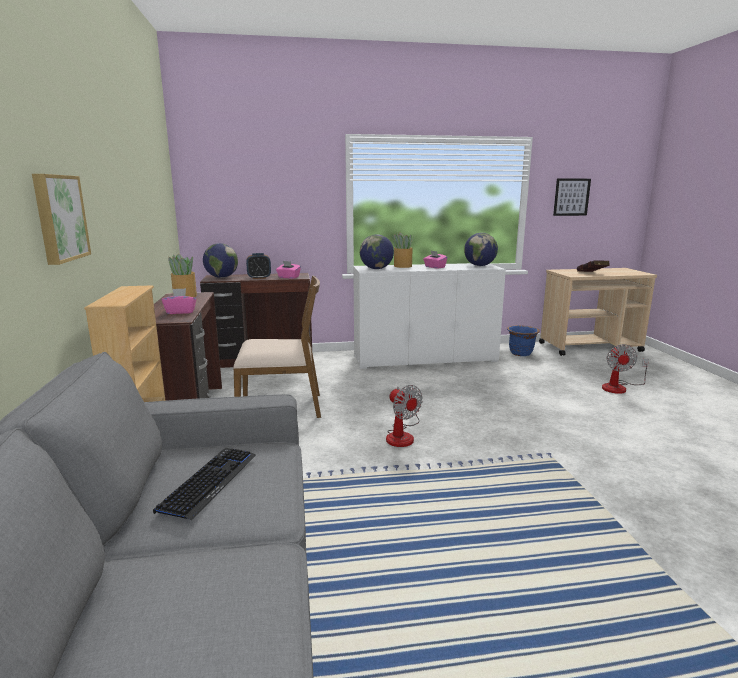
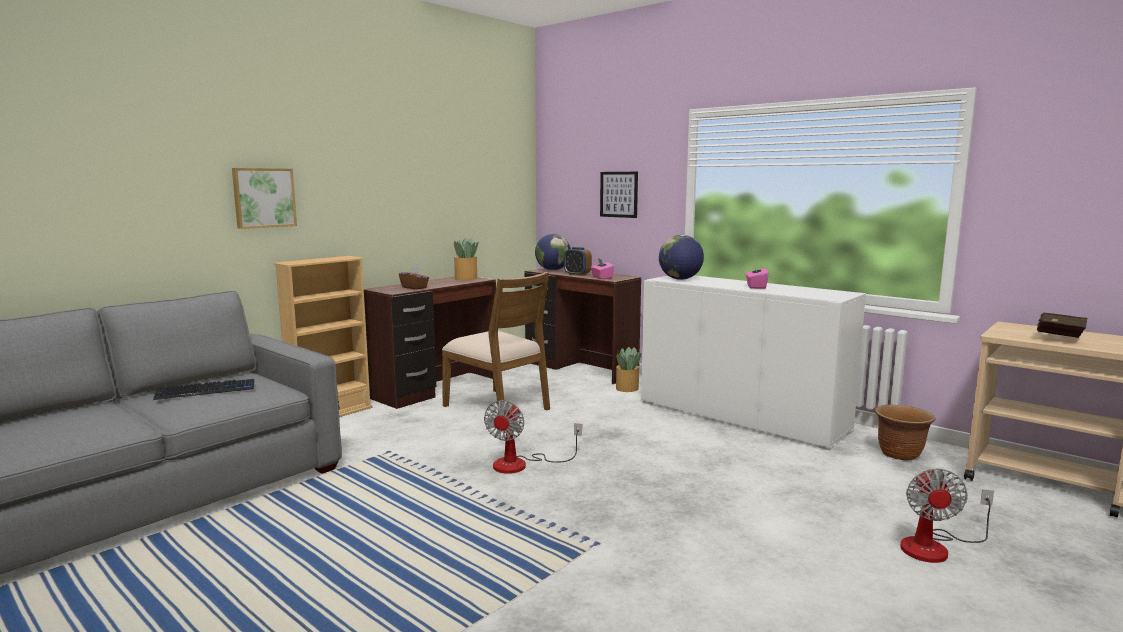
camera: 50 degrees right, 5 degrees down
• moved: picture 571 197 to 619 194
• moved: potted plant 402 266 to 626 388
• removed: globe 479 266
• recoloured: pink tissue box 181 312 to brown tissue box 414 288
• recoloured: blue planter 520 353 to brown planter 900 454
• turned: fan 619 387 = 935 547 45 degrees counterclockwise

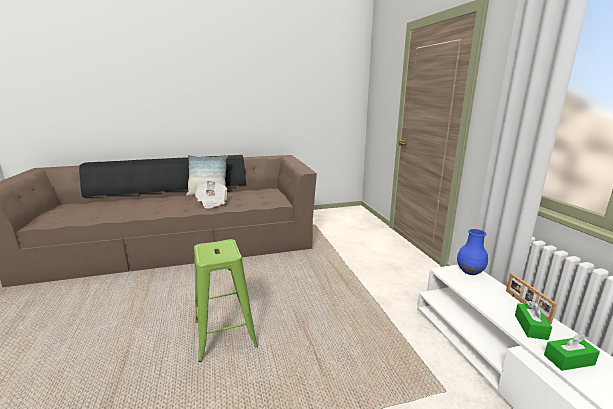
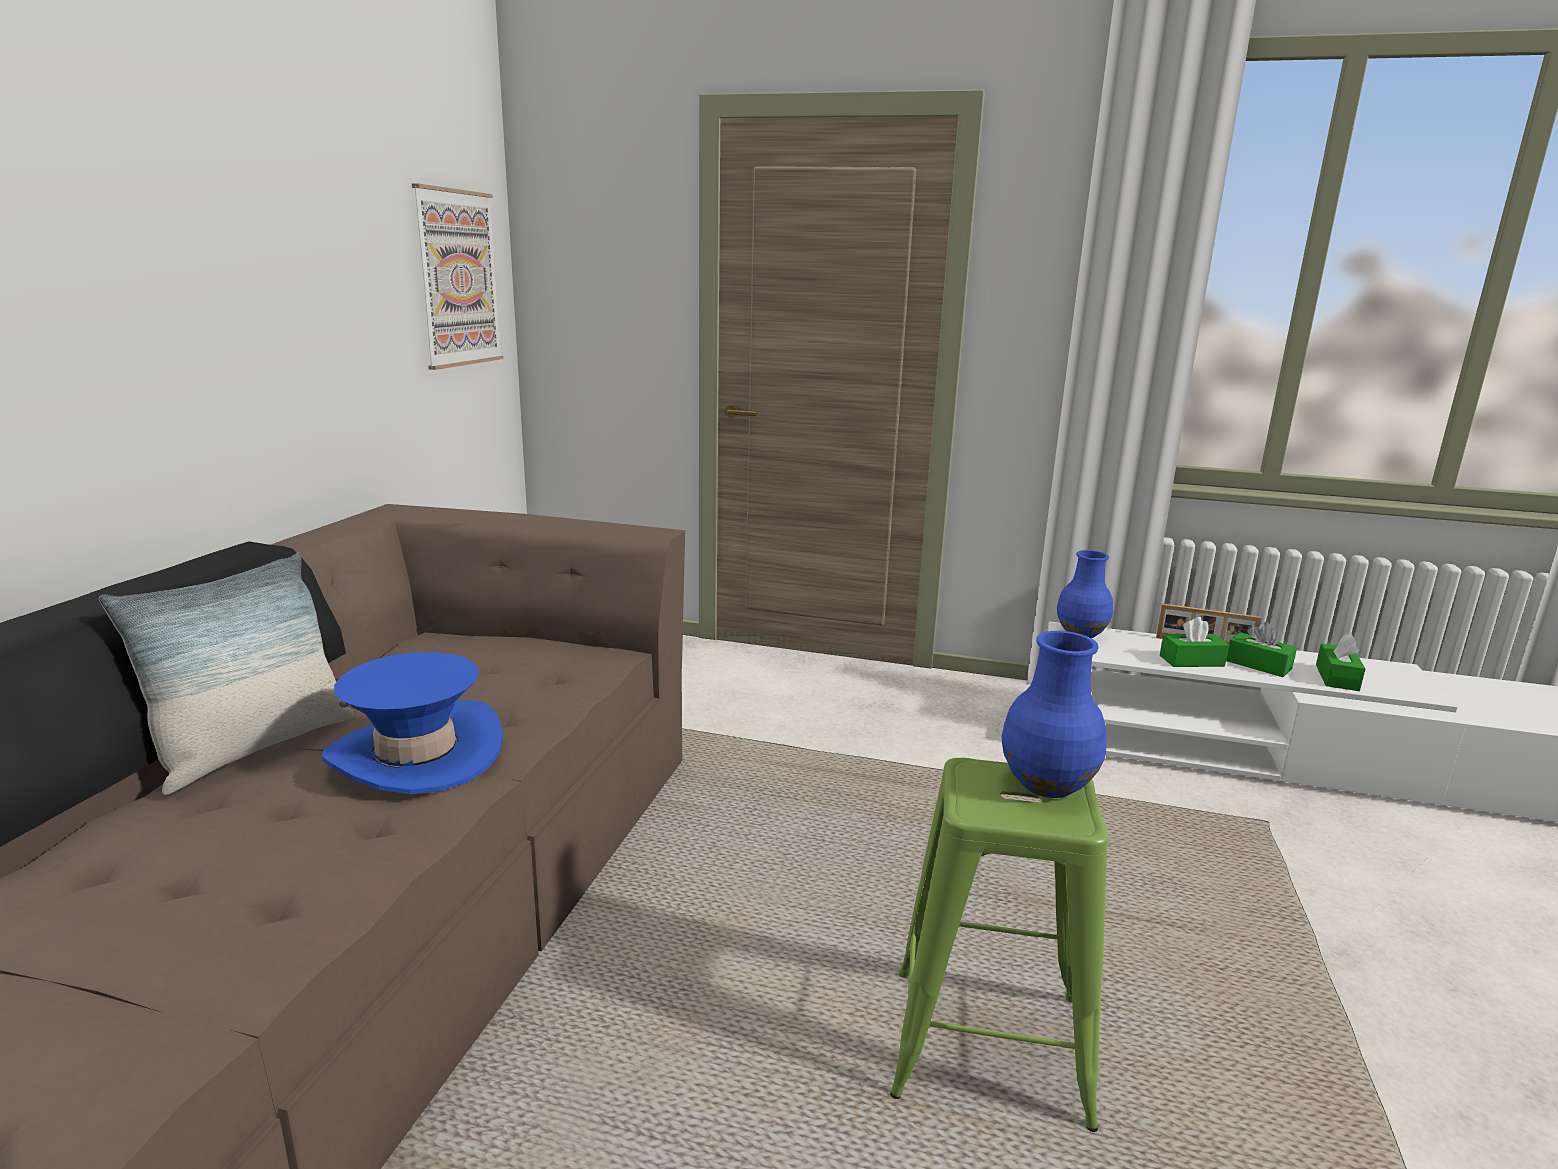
camera: 60 degrees left, 0 degrees up
• replaced: newspaper 212 203 to blue hat 416 754
• added: picture 458 278
• added: green tissue box 1191 661
• added: blue vase 1048 784

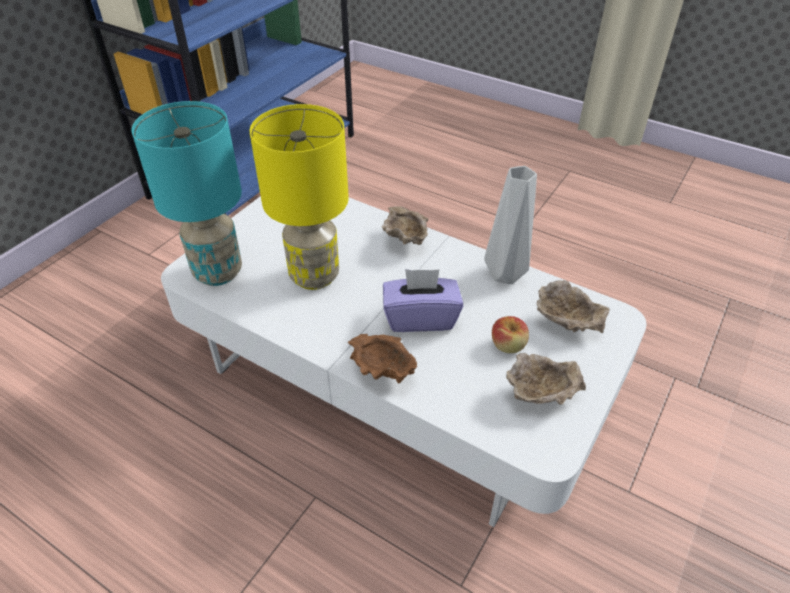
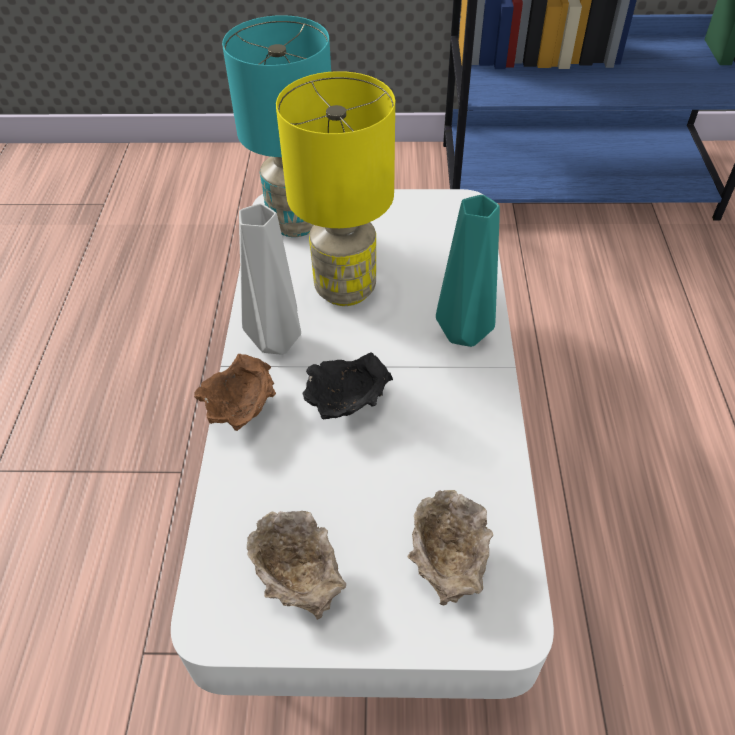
camera: 60 degrees right, 5 degrees up
• moved: grey vase 507 276 to 276 344
• replaced: beige bowl 405 241 to turquoise vase 466 332
• replaced: purple tissue box 420 317 to black bowl 348 405
• removed: apple 508 345

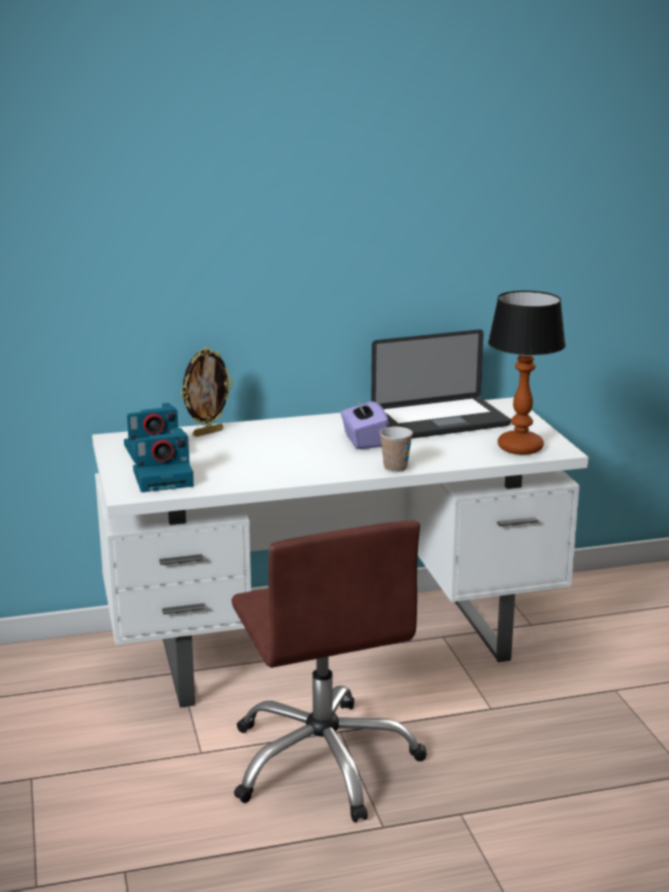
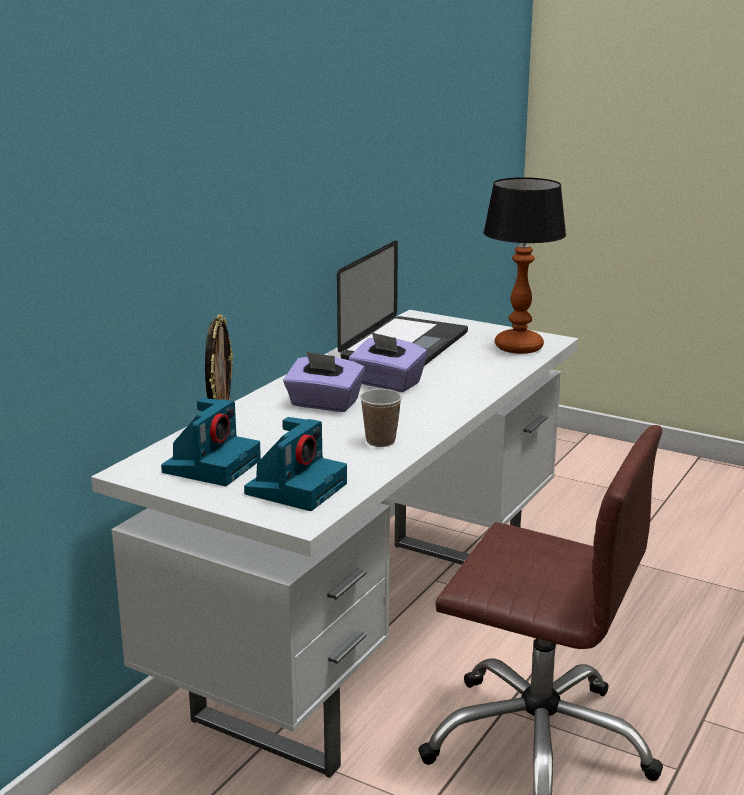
camera: 45 degrees left, 0 degrees up
• moved: cup 395 468 to 380 441
• added: purple tissue box 324 404

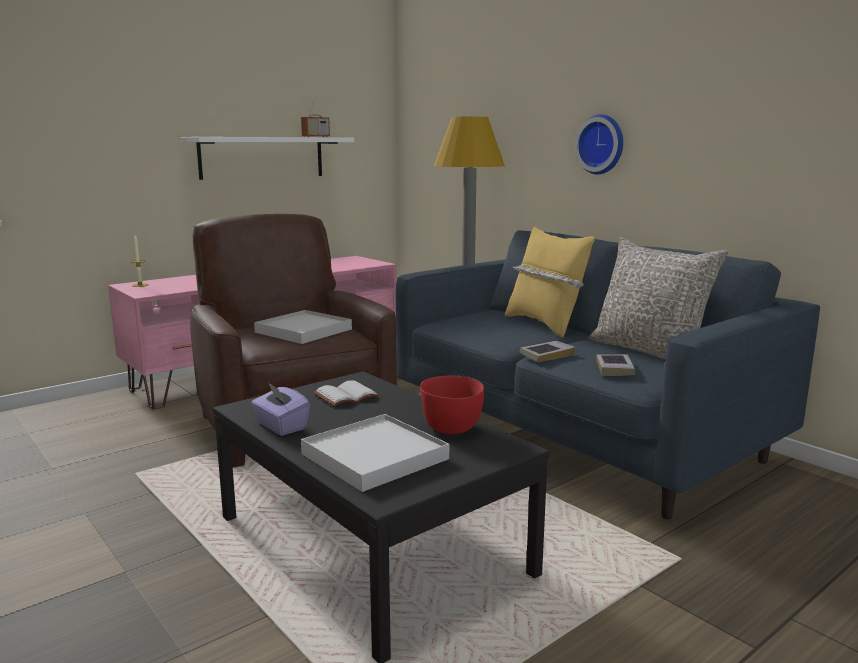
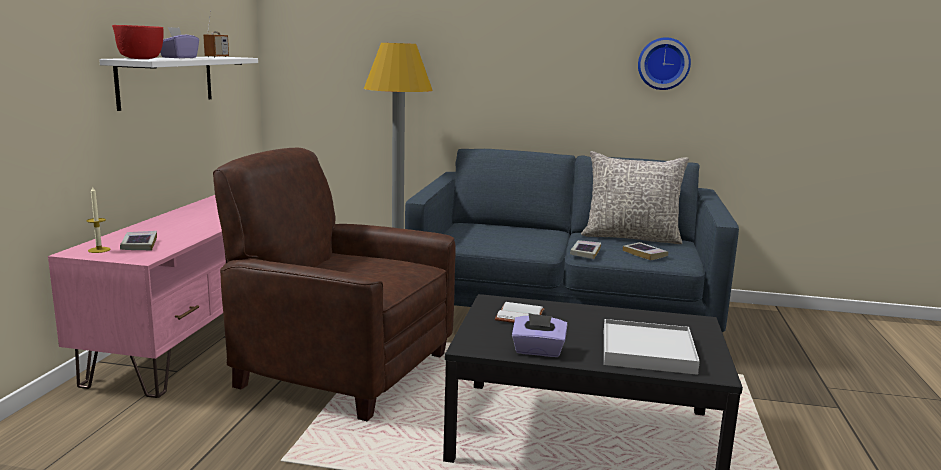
camera: 40 degrees left, 0 degrees up
• moved: wall clock 602 144 to 663 63
• removed: yellow pillow 545 324
• removed: white tray 303 331
• moved: red bowl 451 428 to 141 59
• added: purple tissue box 178 57
• added: book 139 245

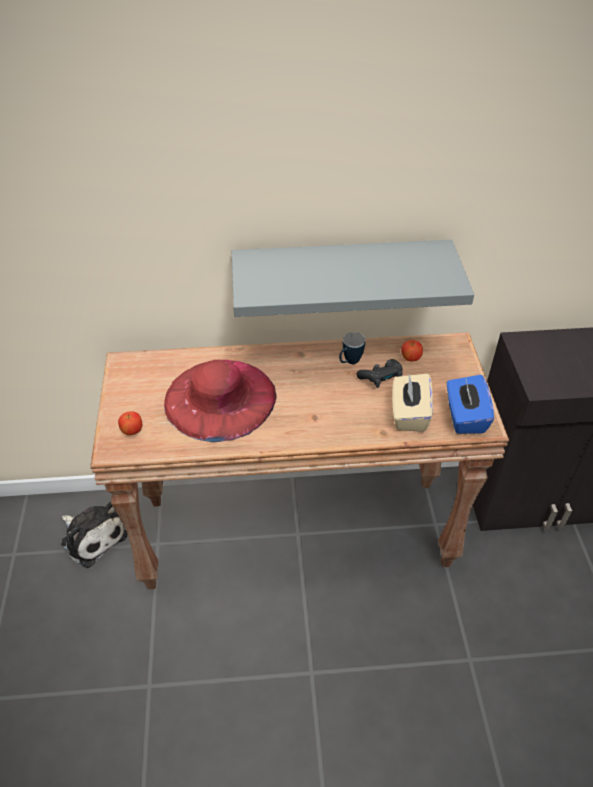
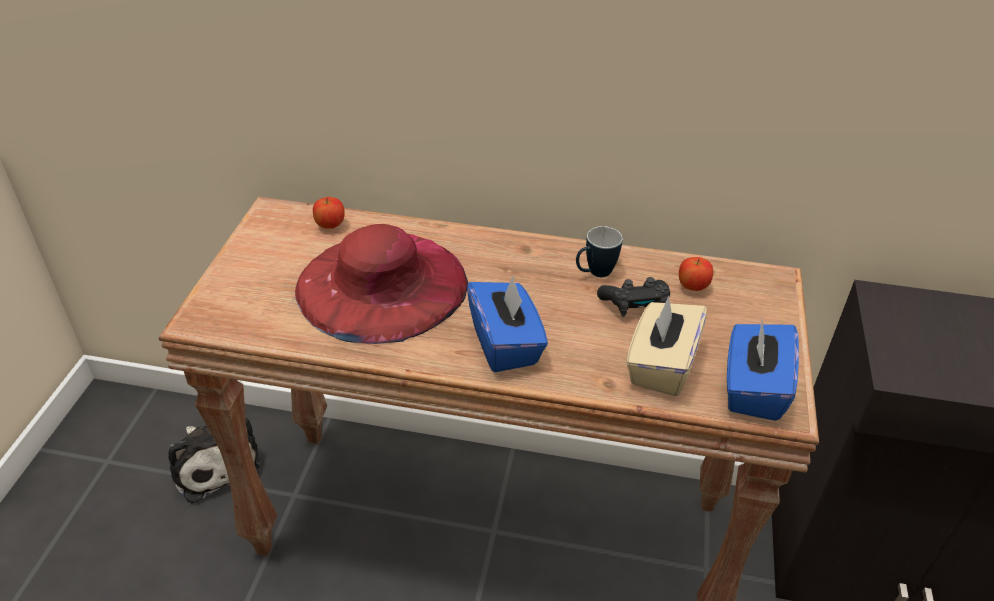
camera: 15 degrees right, 5 degrees down
• removed: grey shelf 341 273
• moved: apple 132 431 to 330 226
• added: blue tissue box 505 344

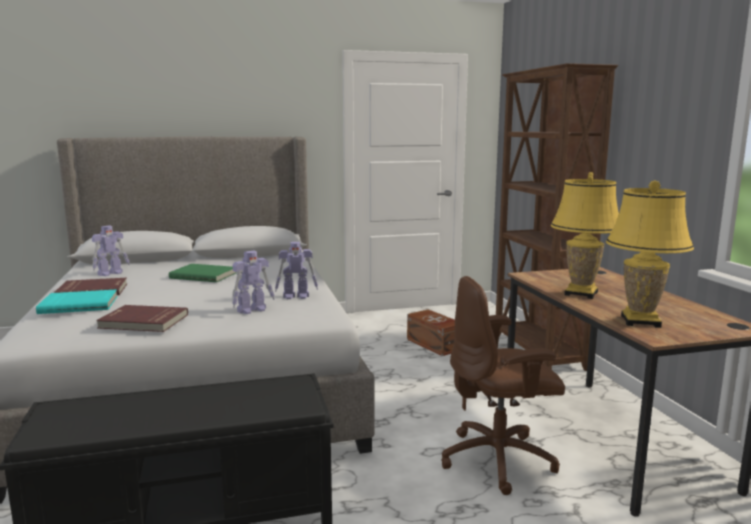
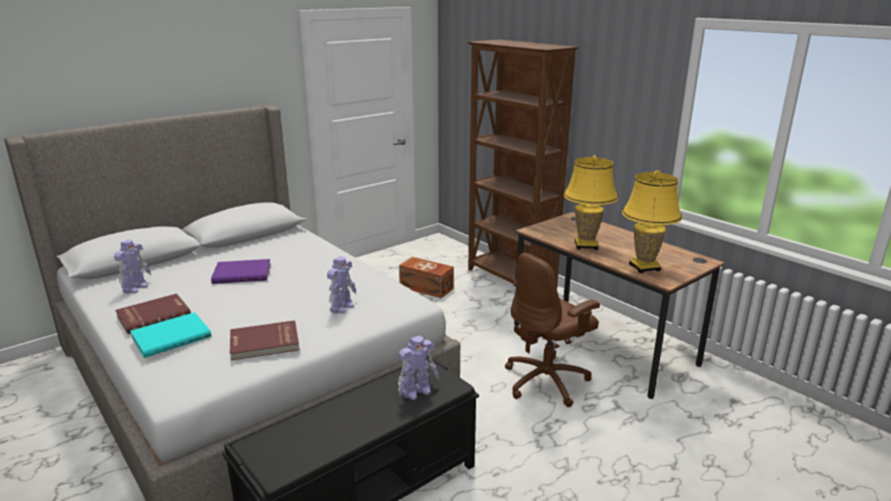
camera: 25 degrees left, 10 degrees up
• moved: toy robot 296 296 to 417 391
• recoloured: green book 204 275 to purple book 242 273

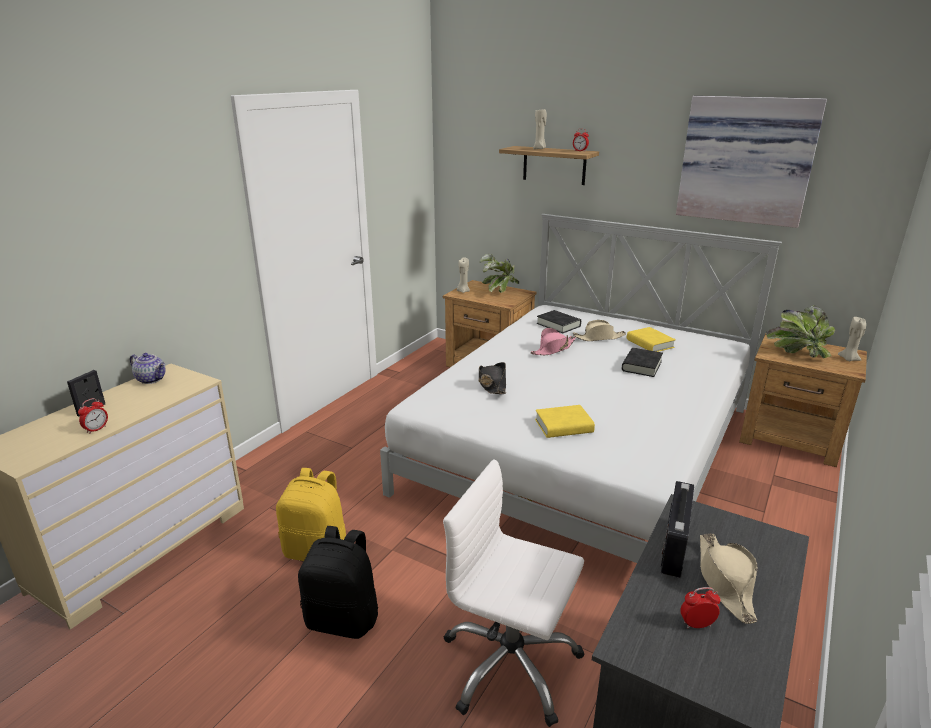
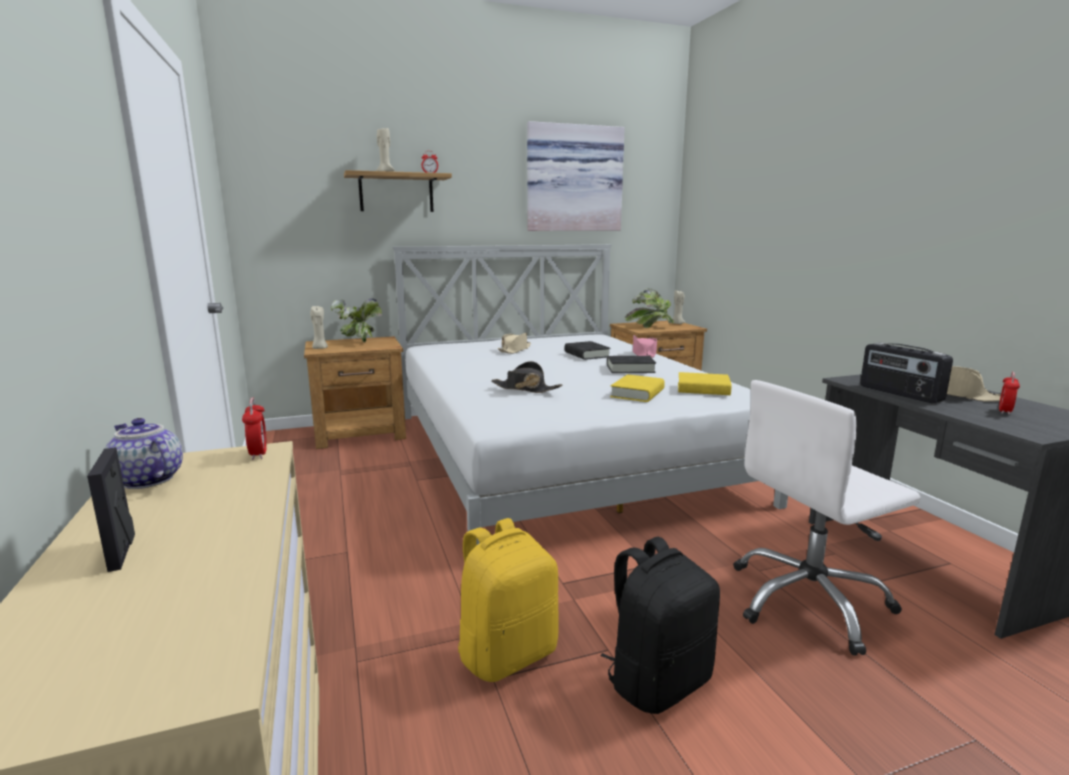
camera: 50 degrees left, 10 degrees down
• moved: black book 558 325 to 630 369
• moved: yellow book 650 343 to 703 389
• moved: pink hat 553 349 to 644 354
• turned: teapot 152 379 = 146 480 120 degrees counterclockwise
• moved: alarm clock 96 429 to 258 454

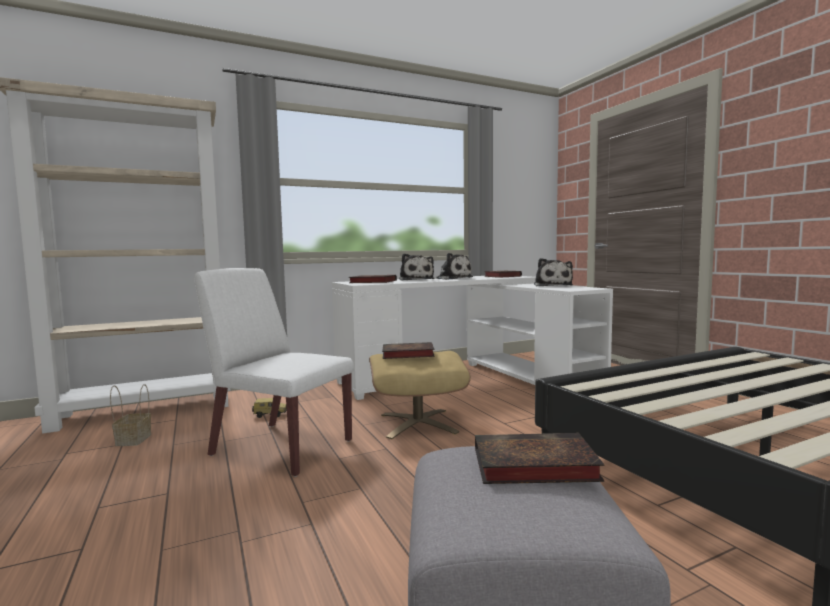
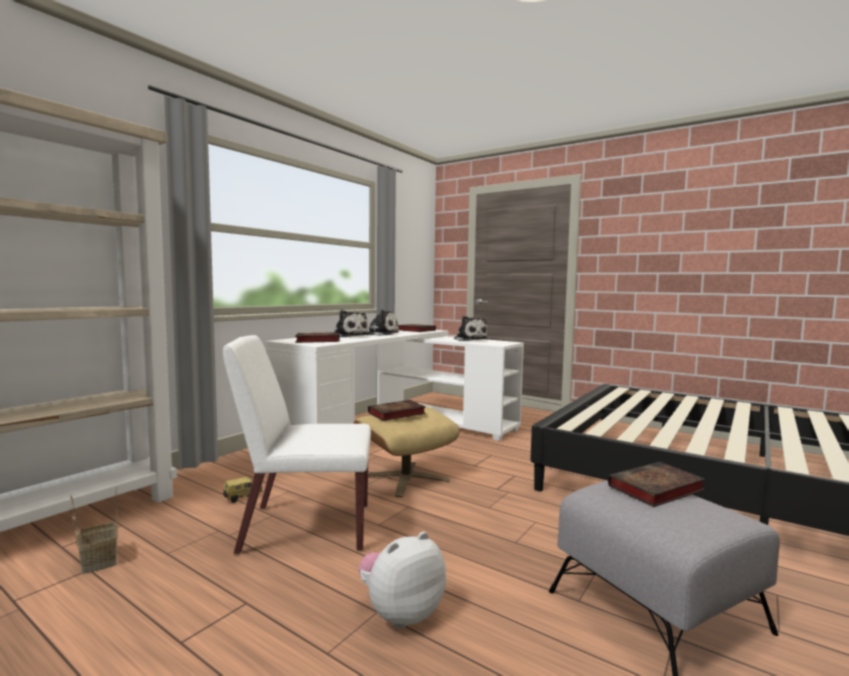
camera: 30 degrees left, 0 degrees up
• added: plush toy 400 613

